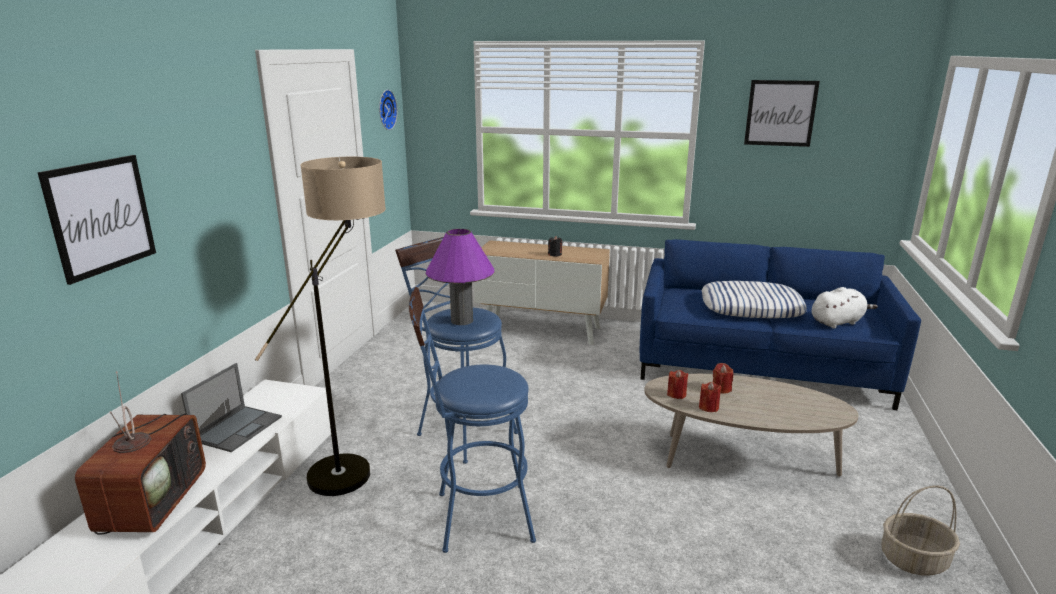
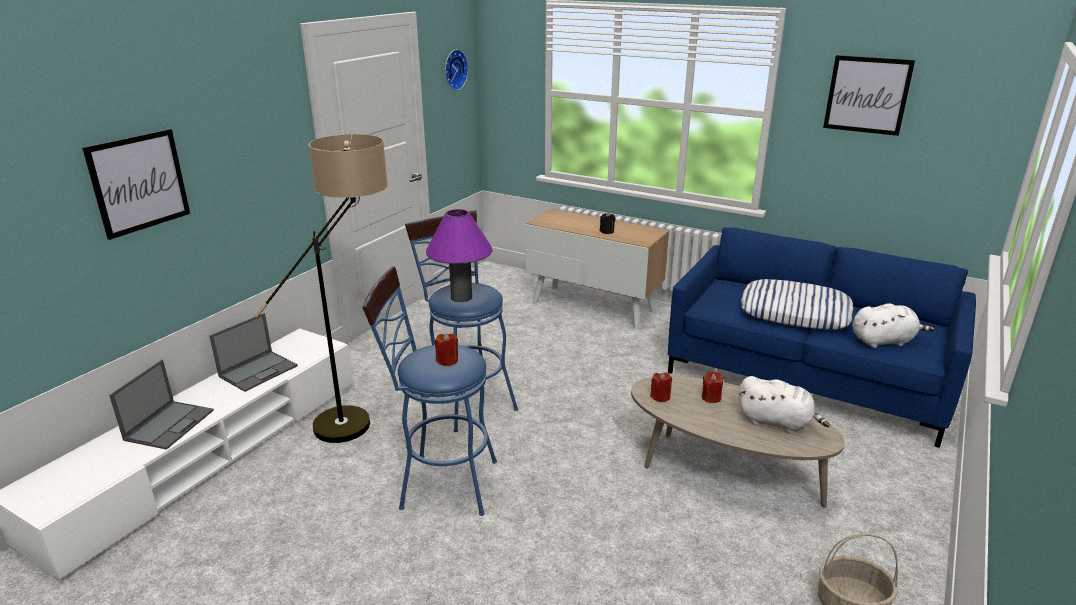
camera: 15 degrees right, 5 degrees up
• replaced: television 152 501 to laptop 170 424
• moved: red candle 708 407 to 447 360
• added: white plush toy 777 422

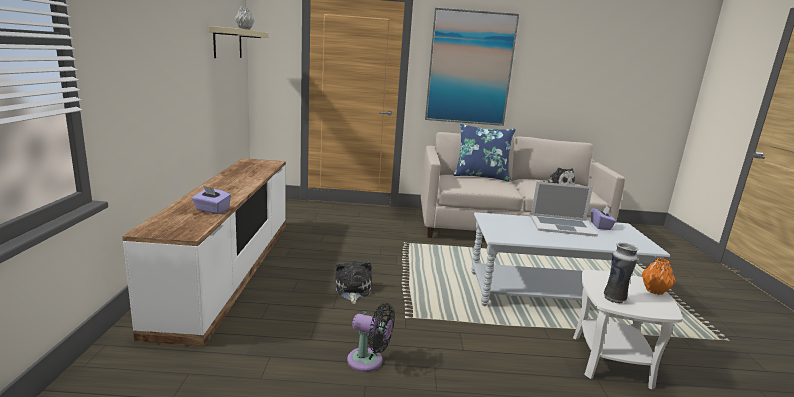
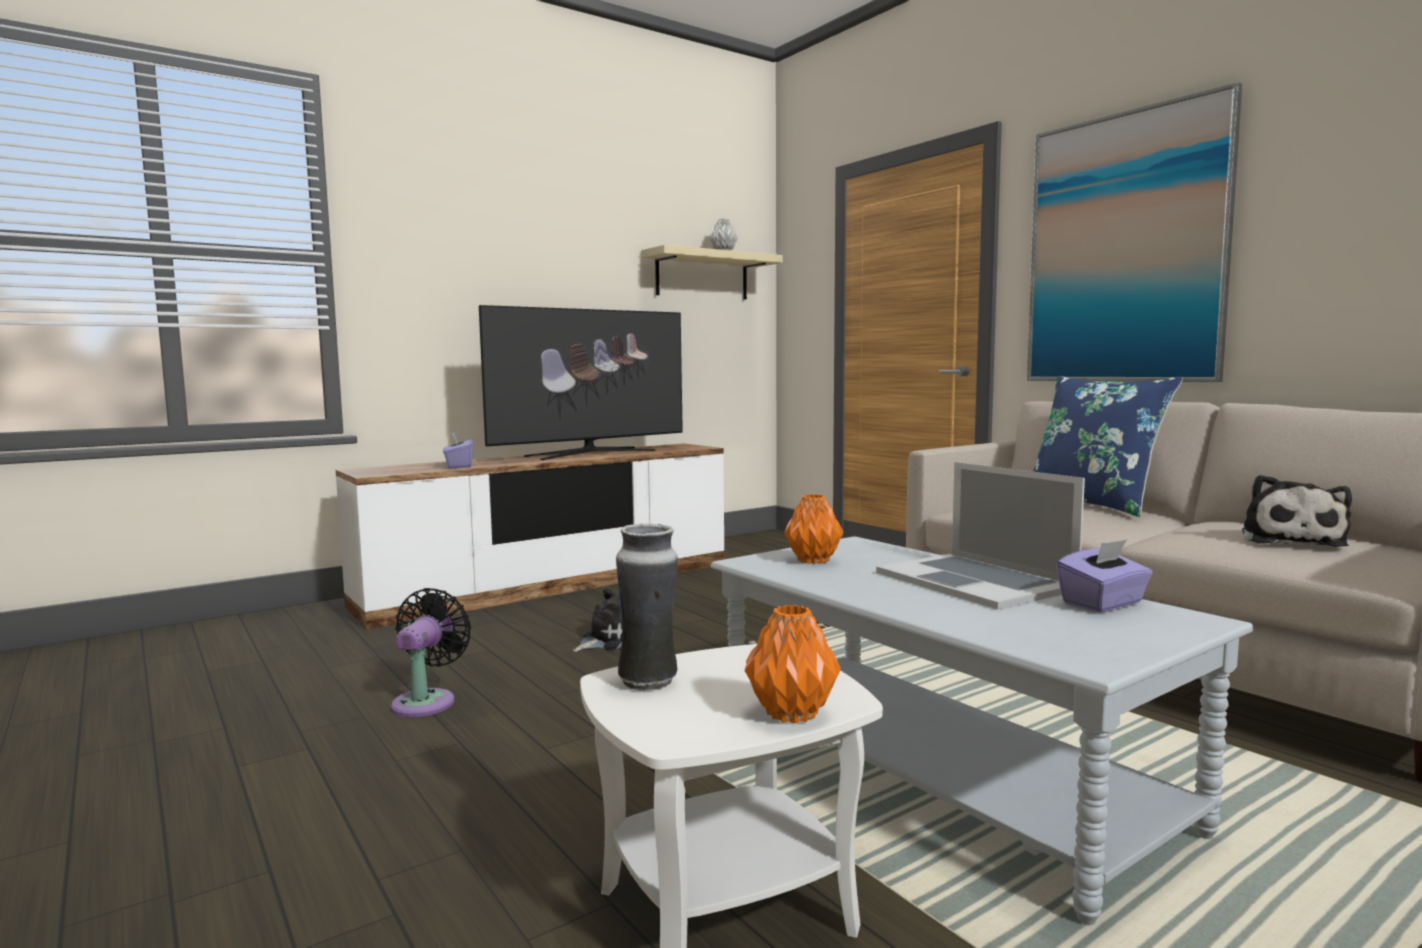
camera: 55 degrees right, 10 degrees down
• turned: black fan 369 361 = 427 701 150 degrees counterclockwise
• added: television 590 453
• added: orange vase 812 560

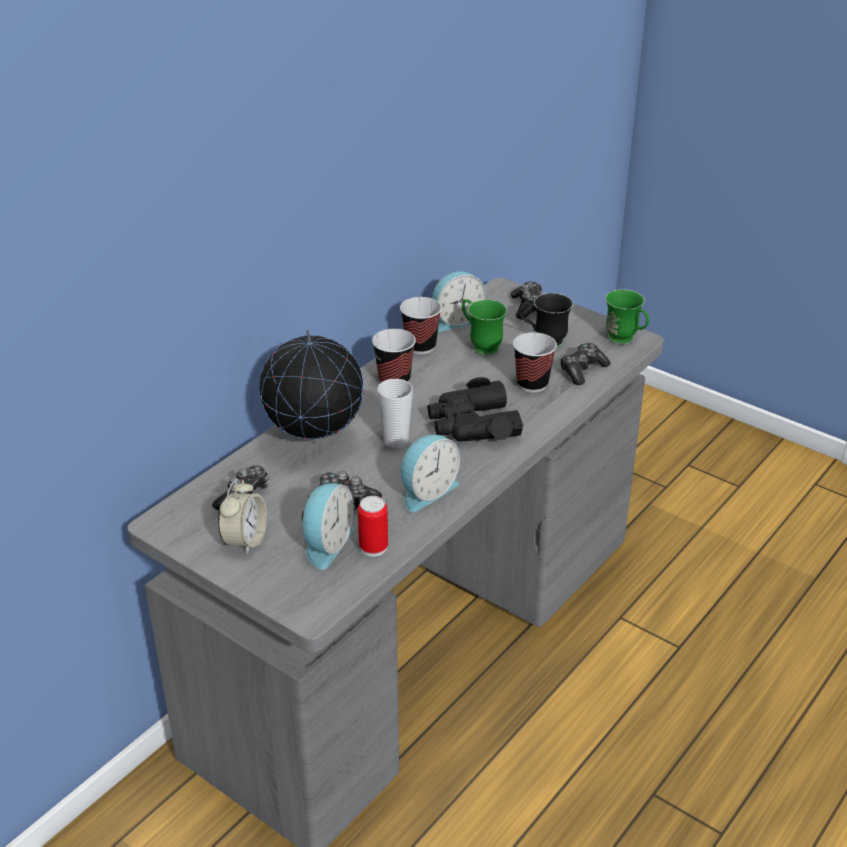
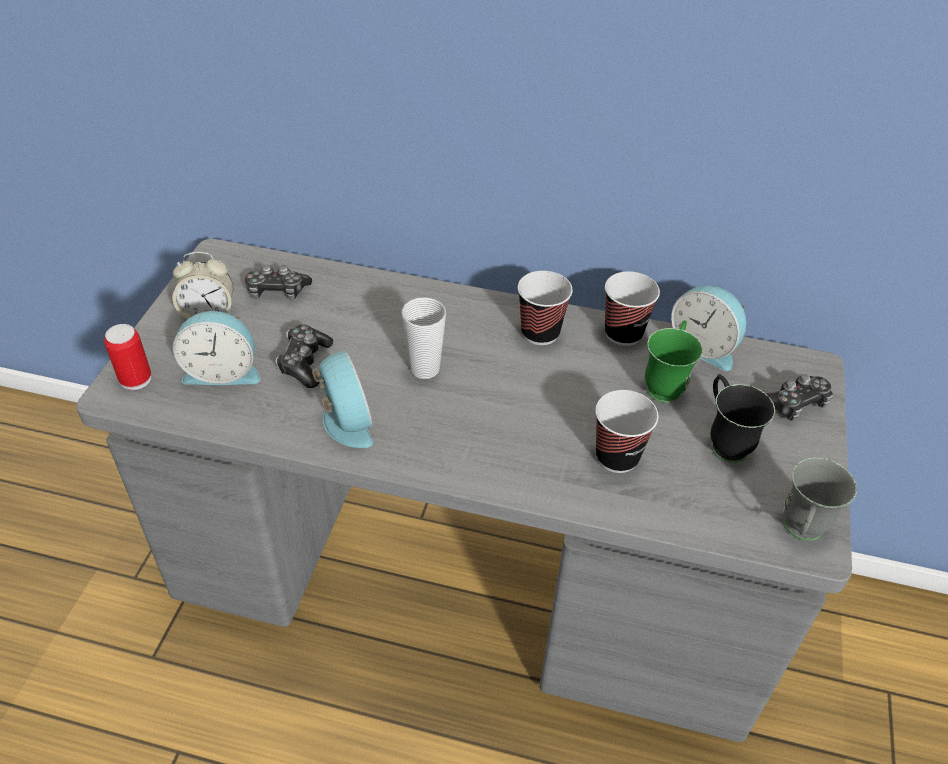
camera: 65 degrees right, 10 degrees up
• recoloured: green mug 625 341 to grey mug 799 532
• removed: globe 315 440
• removed: game controller 582 370
• removed: black binoculars 472 424
• turned: alarm clock 426 491 = 344 422 135 degrees counterclockwise
• moved: can 373 547 to 135 379

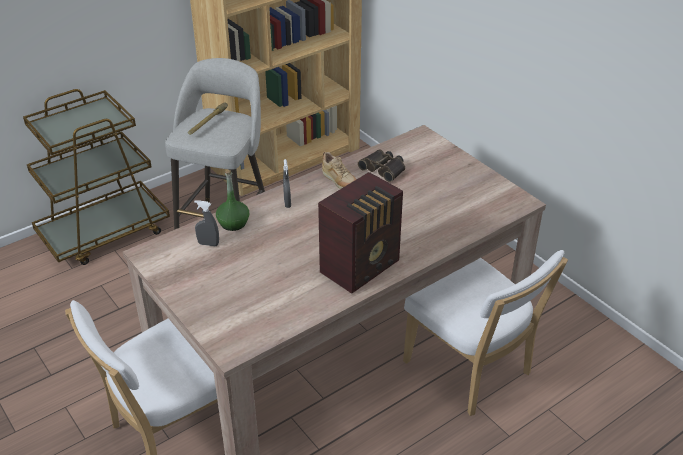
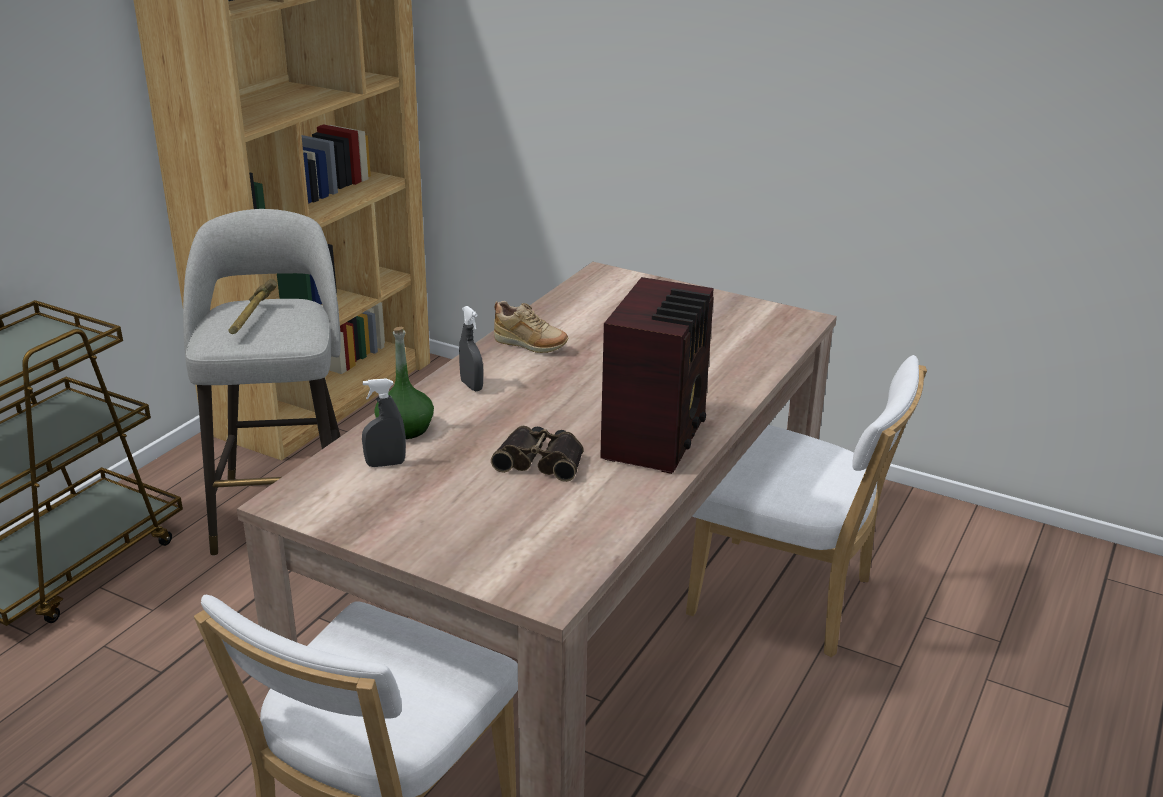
camera: 25 degrees left, 10 degrees down
• moved: binoculars 384 168 to 541 460

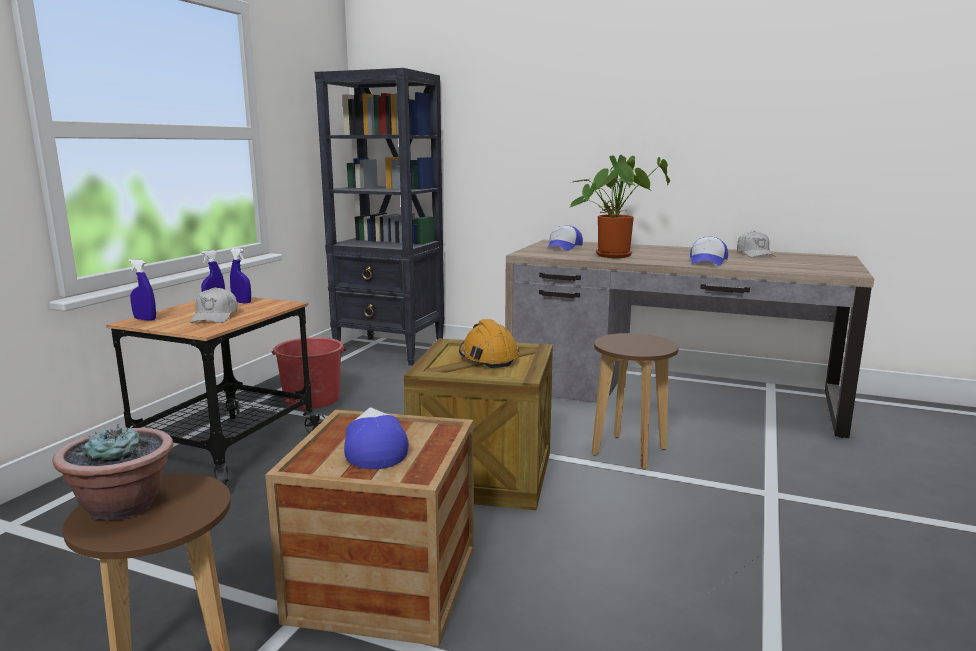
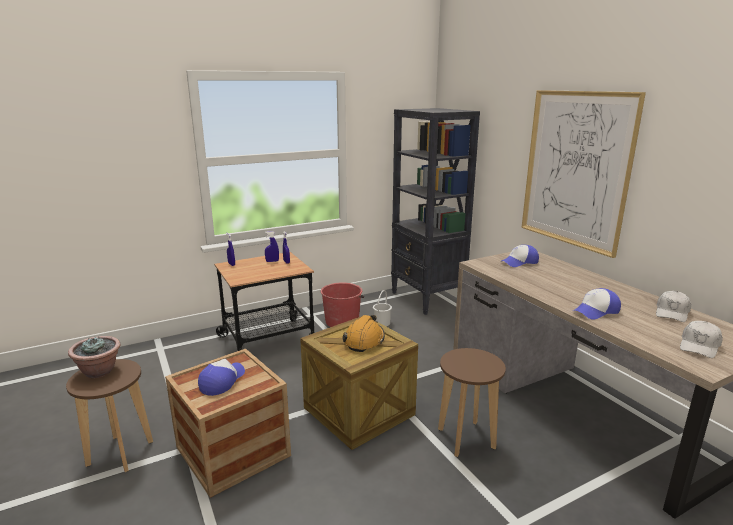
camera: 40 degrees right, 5 degrees up
• removed: potted plant 614 255
• moved: white cap 215 317 to 699 346
• added: picture 575 169
• added: white bucket 381 323

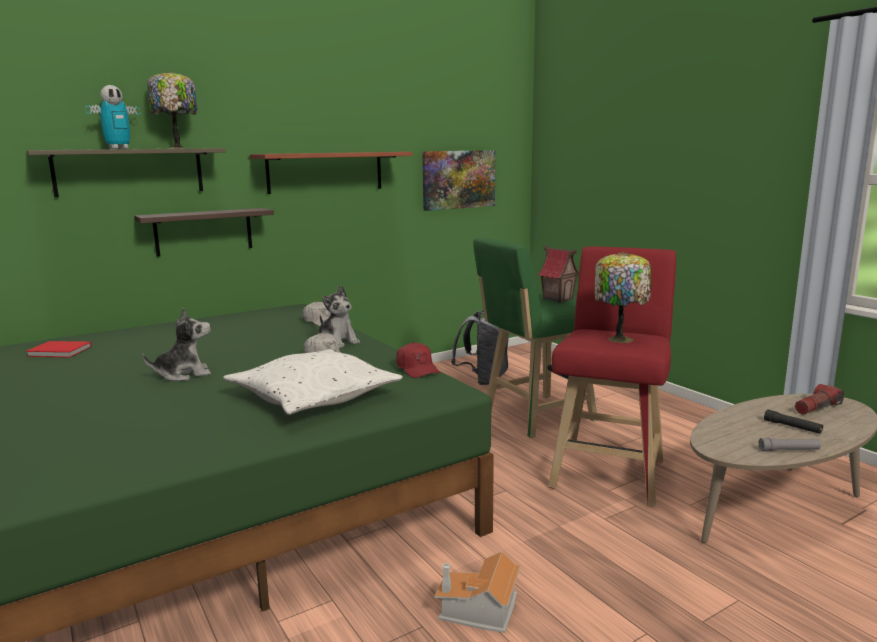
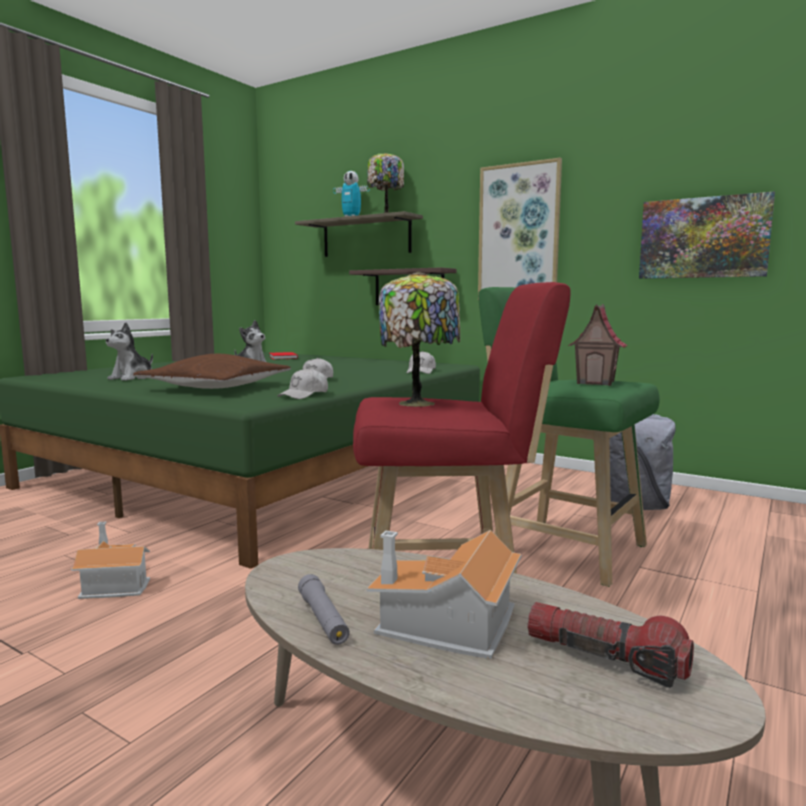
camera: 65 degrees right, 5 degrees down
• replaced: shelf 325 172 to picture 519 233
• moved: plush toy 337 341 to 132 378
• recoloured: red cap 417 369 to white cap 304 395
• recoloured: white pillow 313 396 to brown pillow 216 387
• replaced: black flashlight 792 427 to toy house 448 625

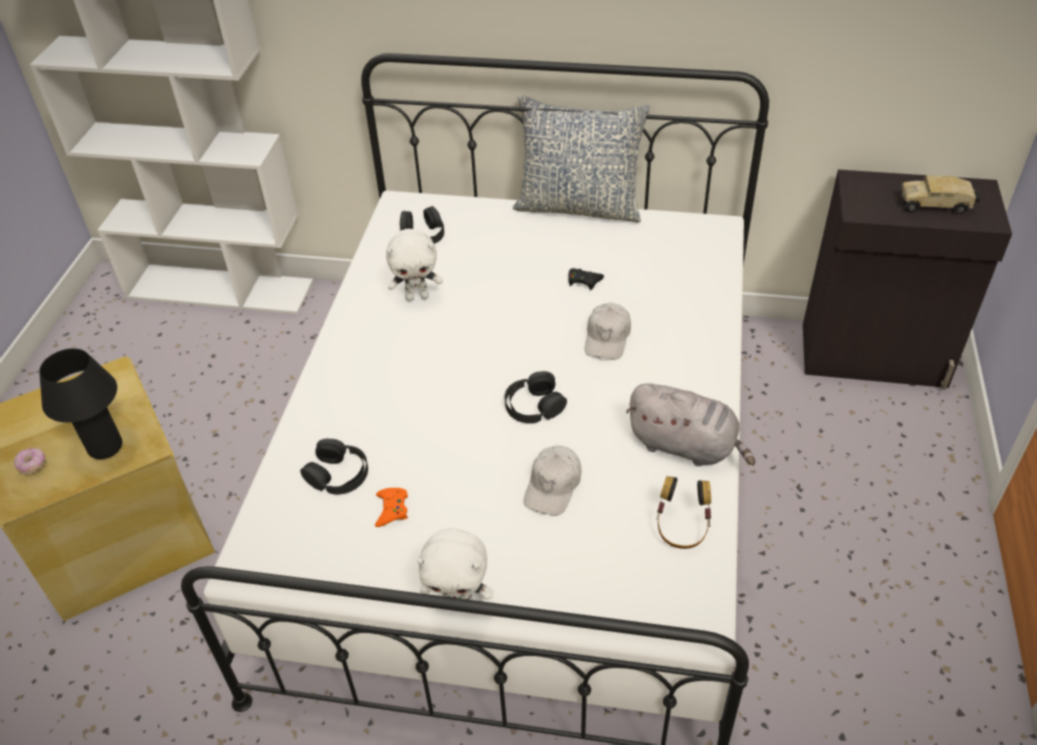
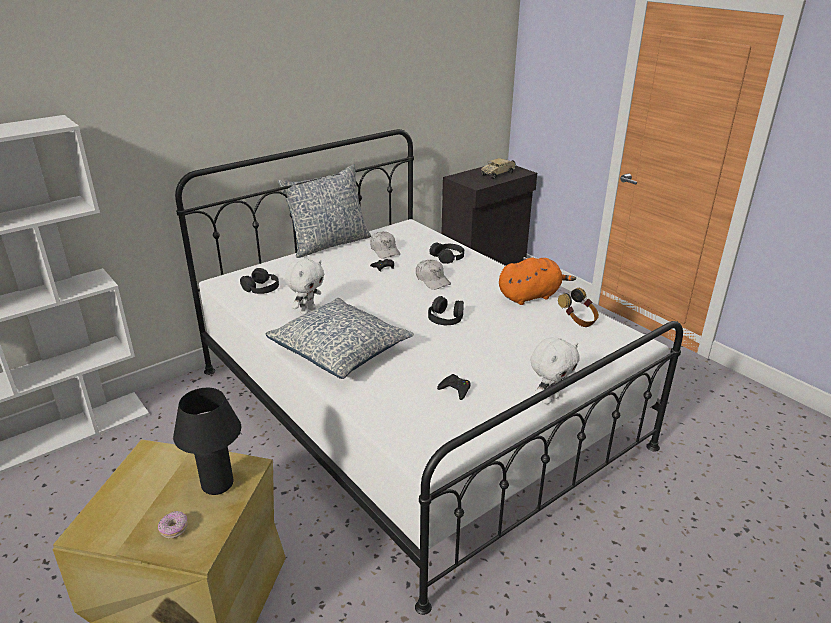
camera: 50 degrees left, 15 degrees down
• recoloured: grey plush toy 686 446 to orange plush toy 531 296
• moved: black headphones 338 474 to 448 257
• moved: white cap 553 486 to 385 250
• recoloured: orange game controller 392 509 to black game controller 455 389
• added: pillow 341 350

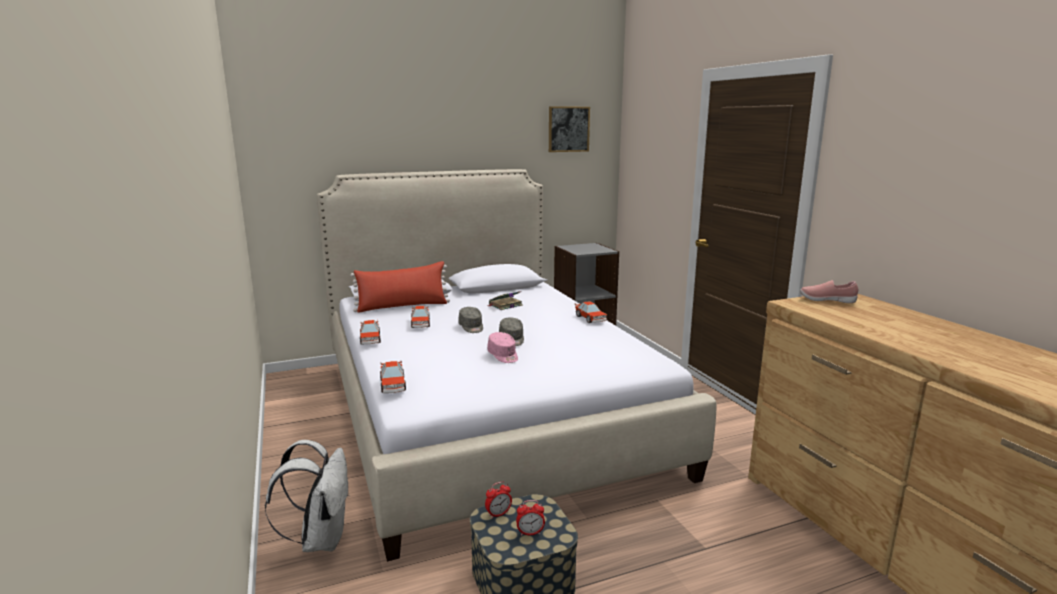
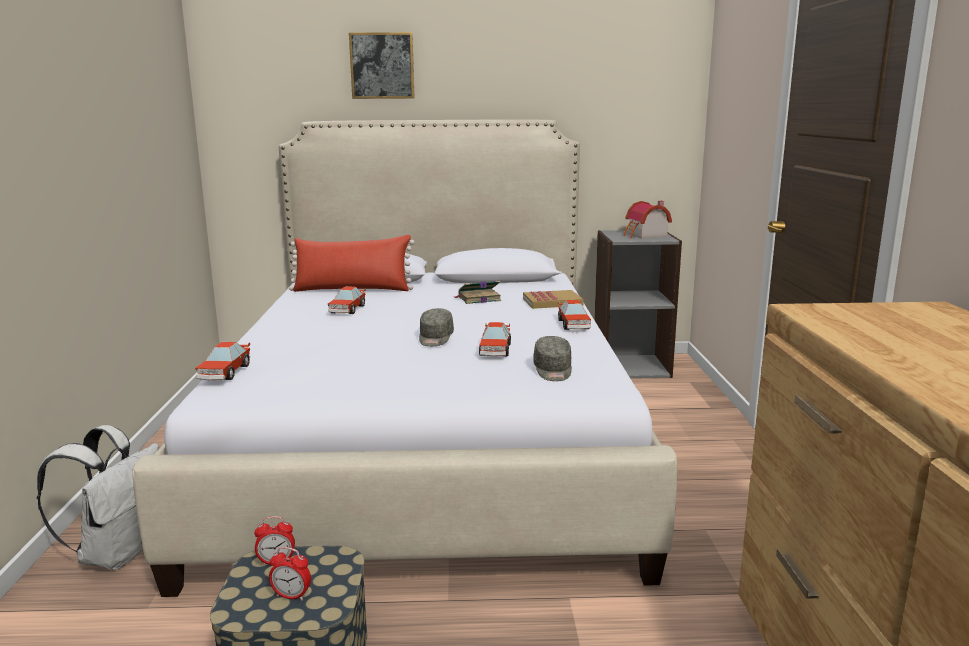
camera: 20 degrees right, 0 degrees up
• moved: picture 568 129 to 382 66
• removed: pink shoe 826 301
• moved: grey cap 471 327 to 553 371
• moved: toy car 370 339 to 495 350
• removed: pink cap 503 356
• added: toy house 645 236
• added: book 552 302

